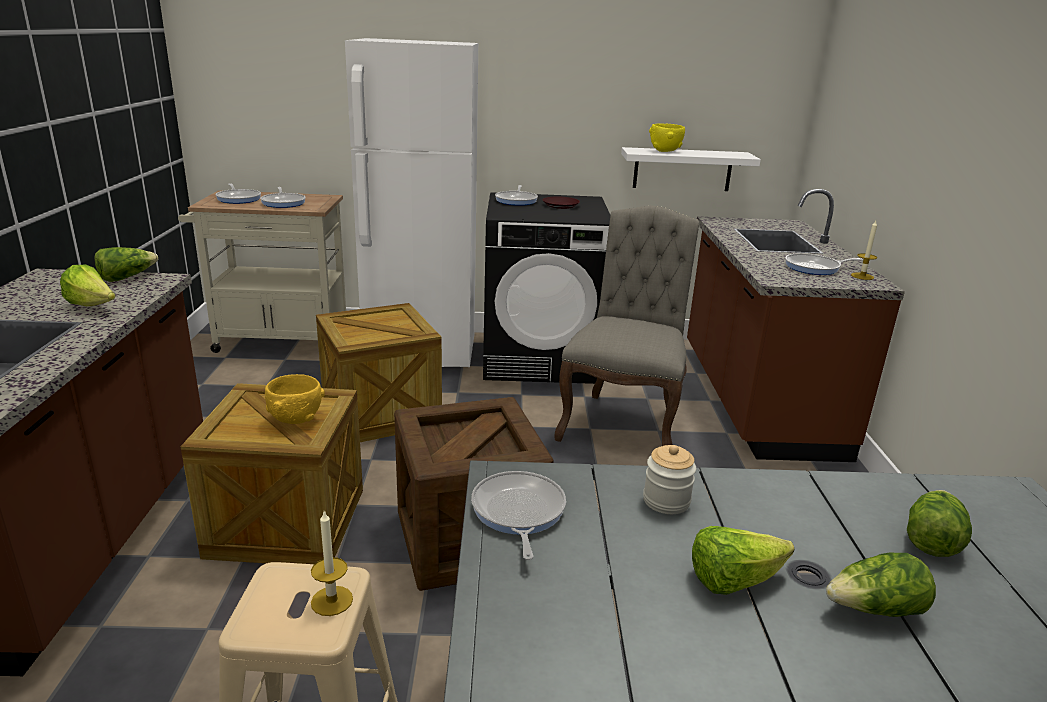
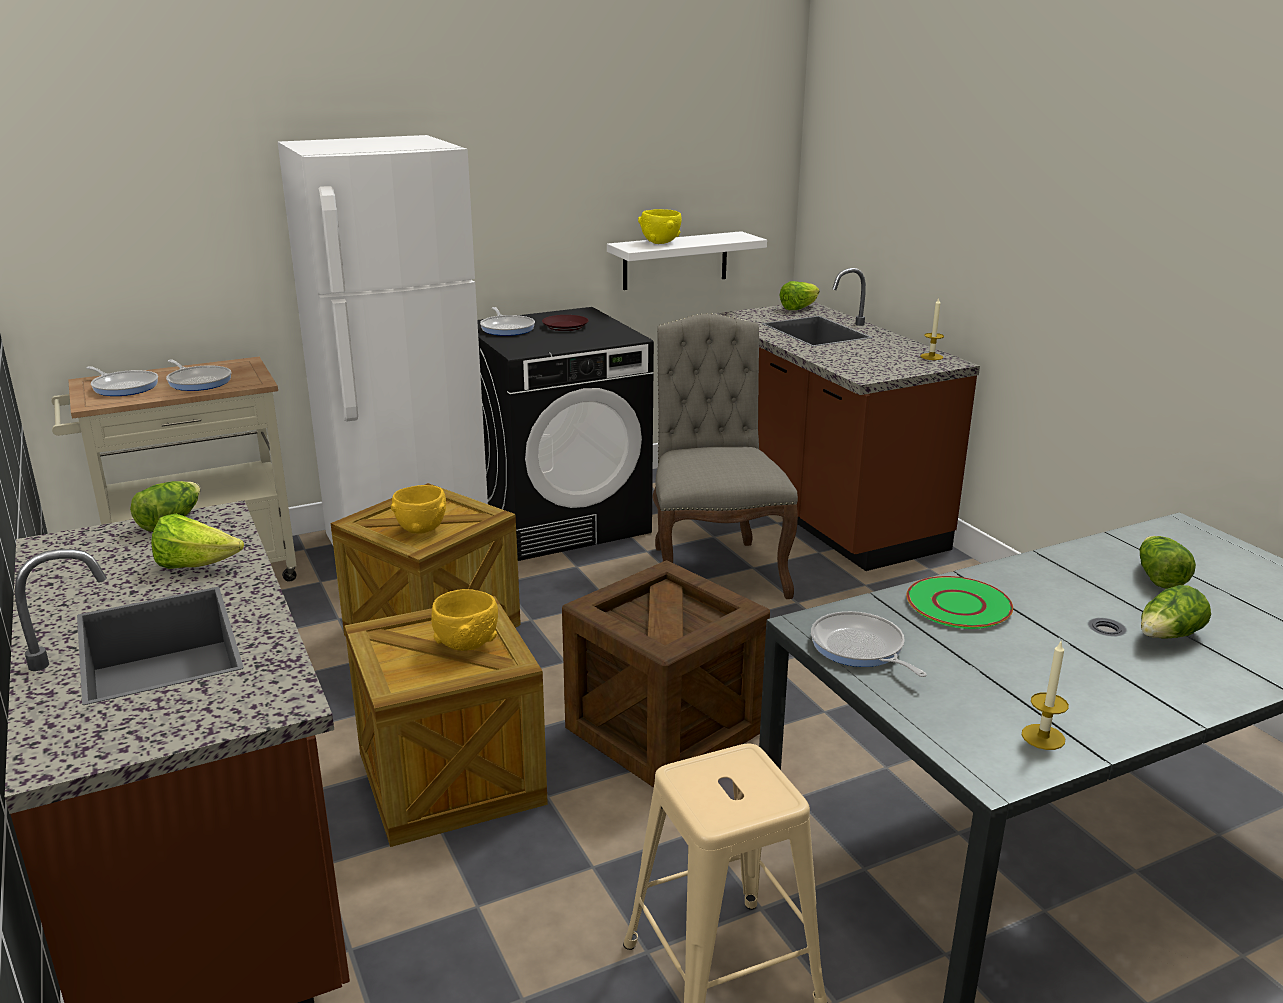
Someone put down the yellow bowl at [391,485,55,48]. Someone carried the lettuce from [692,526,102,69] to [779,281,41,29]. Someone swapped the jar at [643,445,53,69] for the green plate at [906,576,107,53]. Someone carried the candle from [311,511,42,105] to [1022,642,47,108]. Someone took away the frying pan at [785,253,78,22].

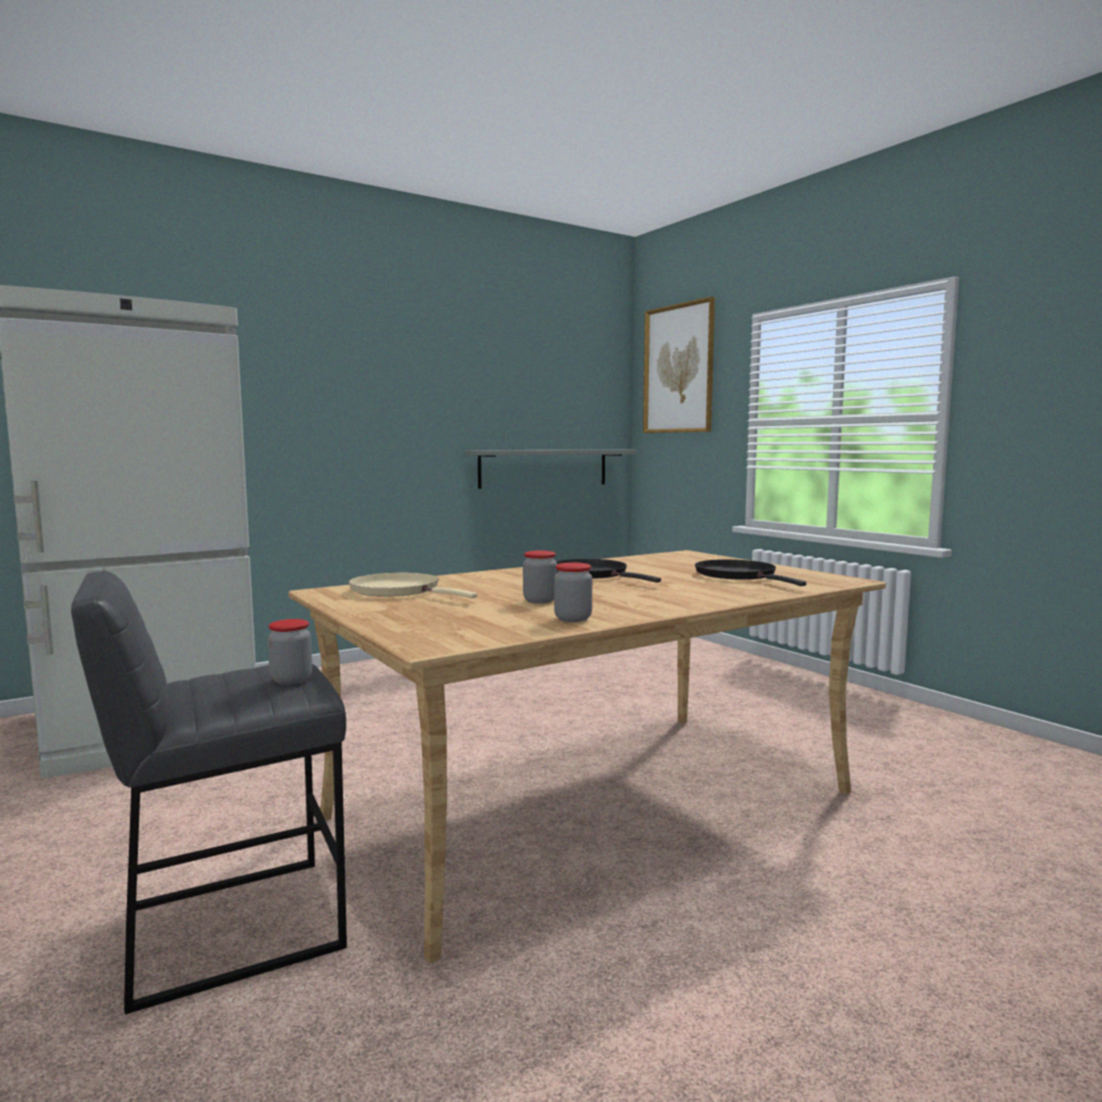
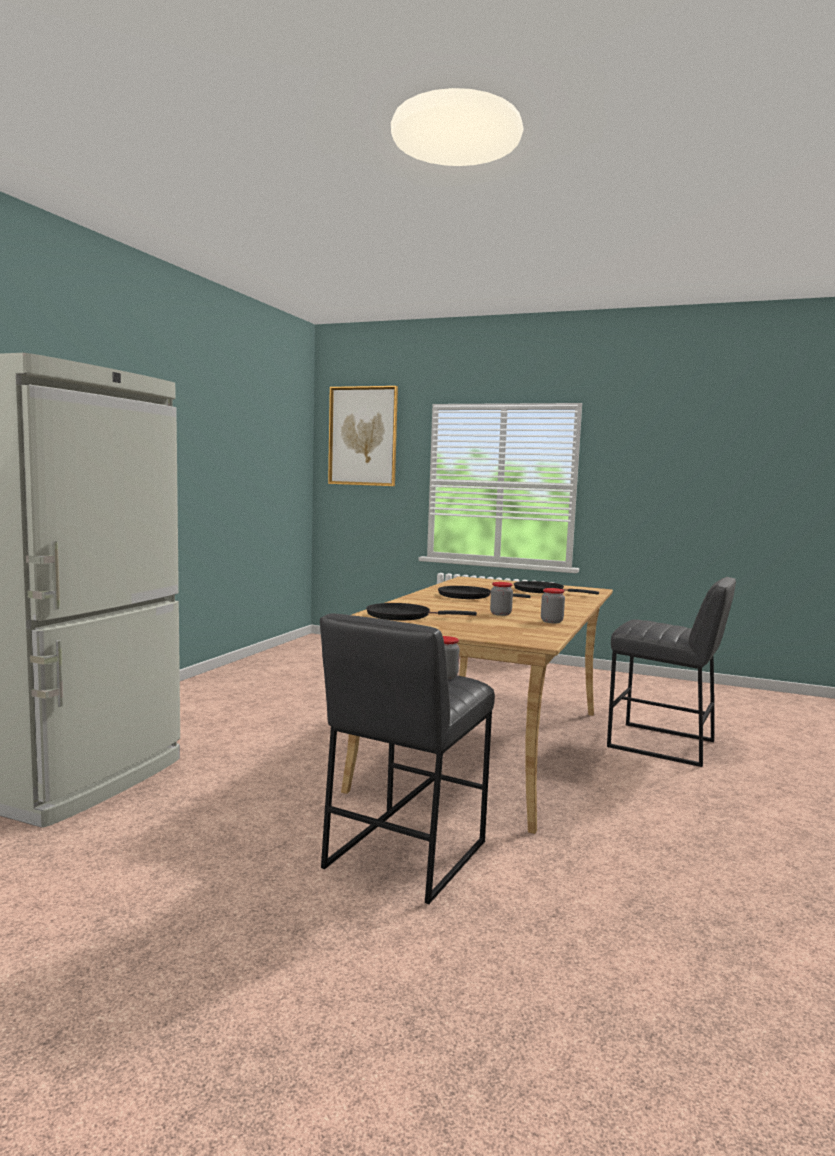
Someone repainted the beige frying pan at [348,573,129,25], which became the black frying pan at [366,603,111,17]. Someone put down the grey stool at [607,577,129,190]. Someone took away the grey shelf at [465,450,171,39].

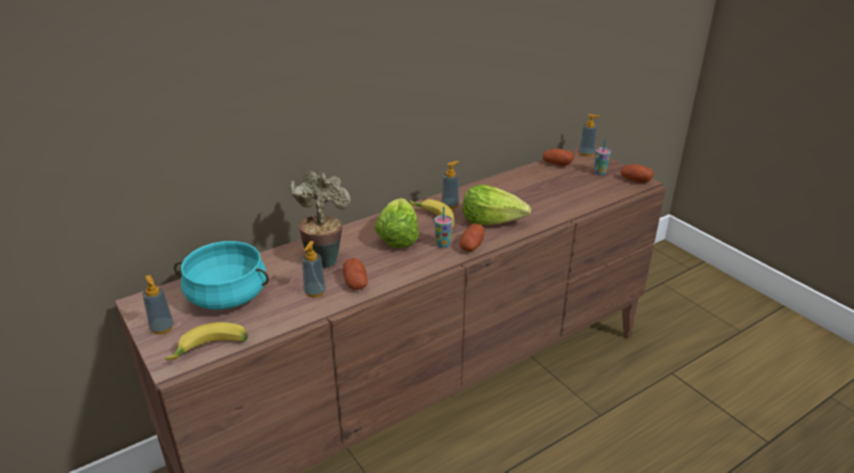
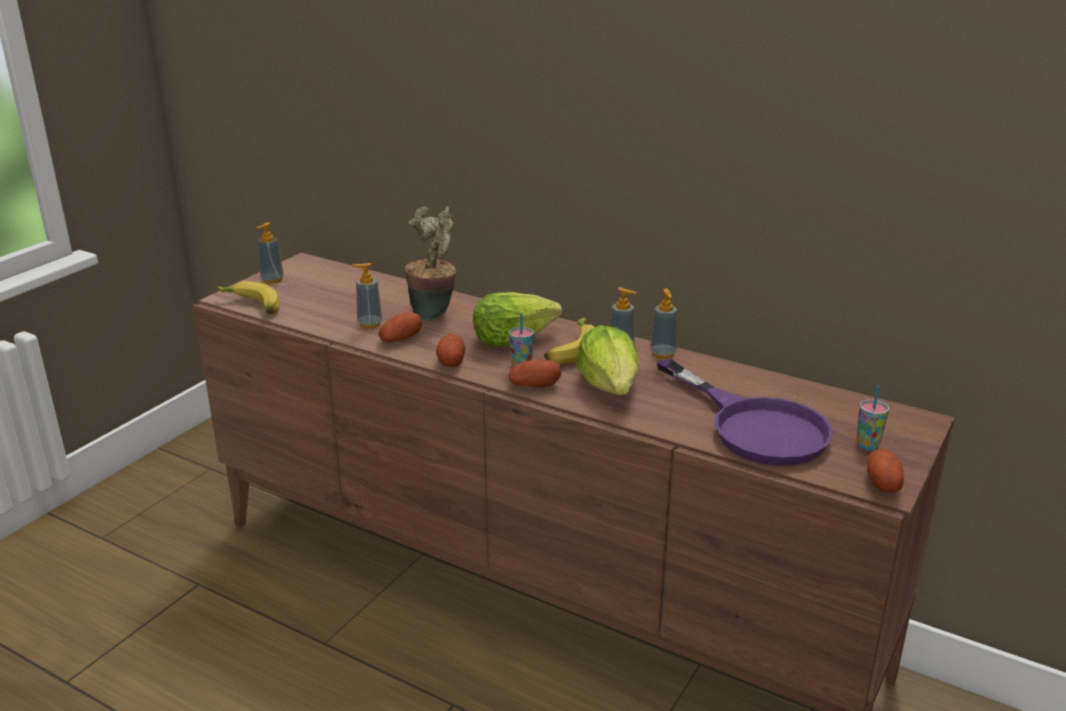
Someone carried the potato from [543,149,31,17] to [436,334,30,33]. Someone carried the soap dispenser from [579,114,21,42] to [650,288,27,71]. Someone put down the purple frying pan at [657,359,176,107]. Someone took away the turquoise cooking pot at [174,241,95,68].

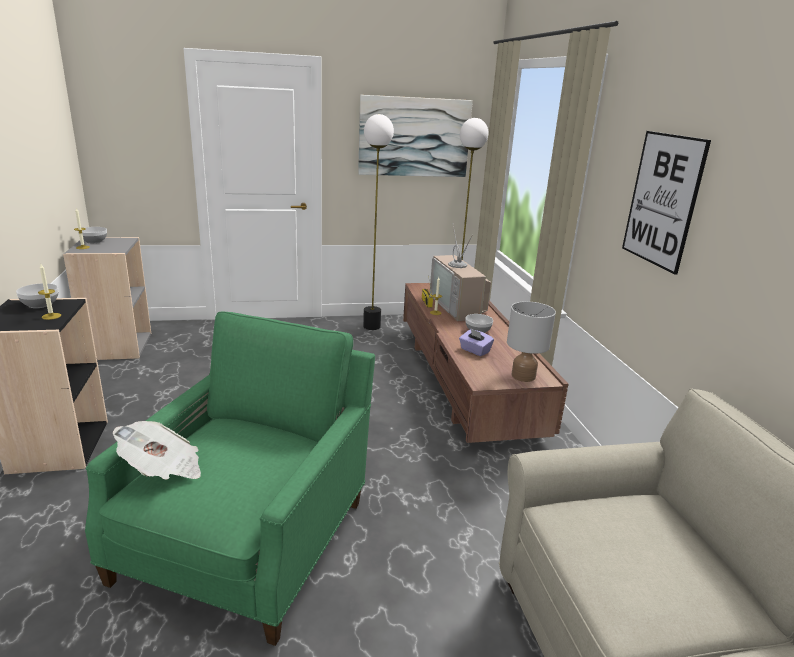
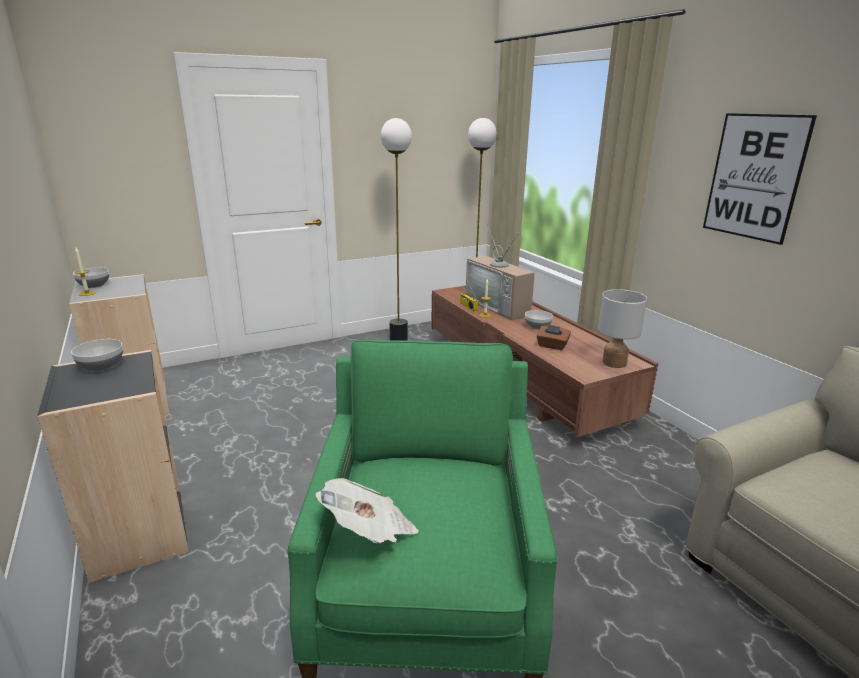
Someone repainted the purple tissue box at [459,328,35,28], which became the brown tissue box at [536,324,35,26]. Someone took away the candle at [38,264,23,56]. Someone took away the picture at [358,95,115,82].

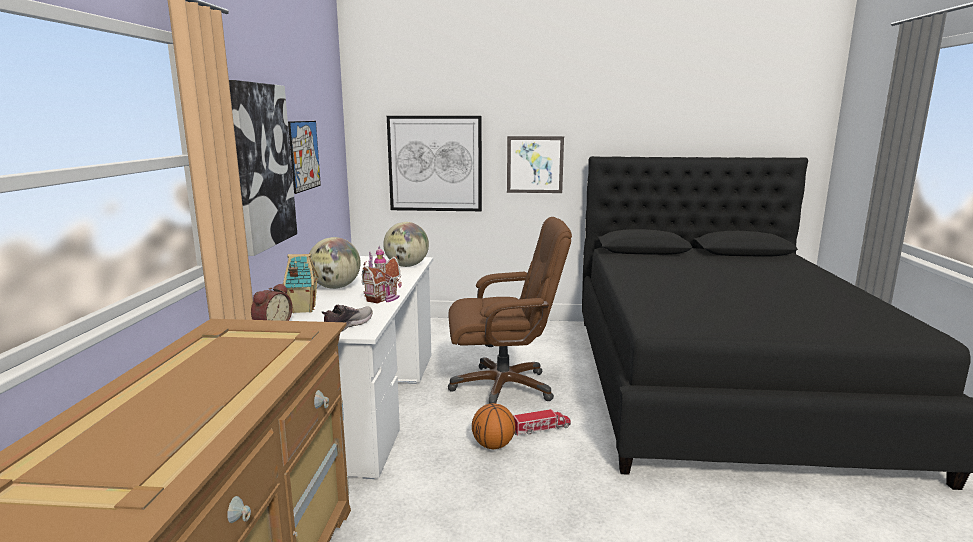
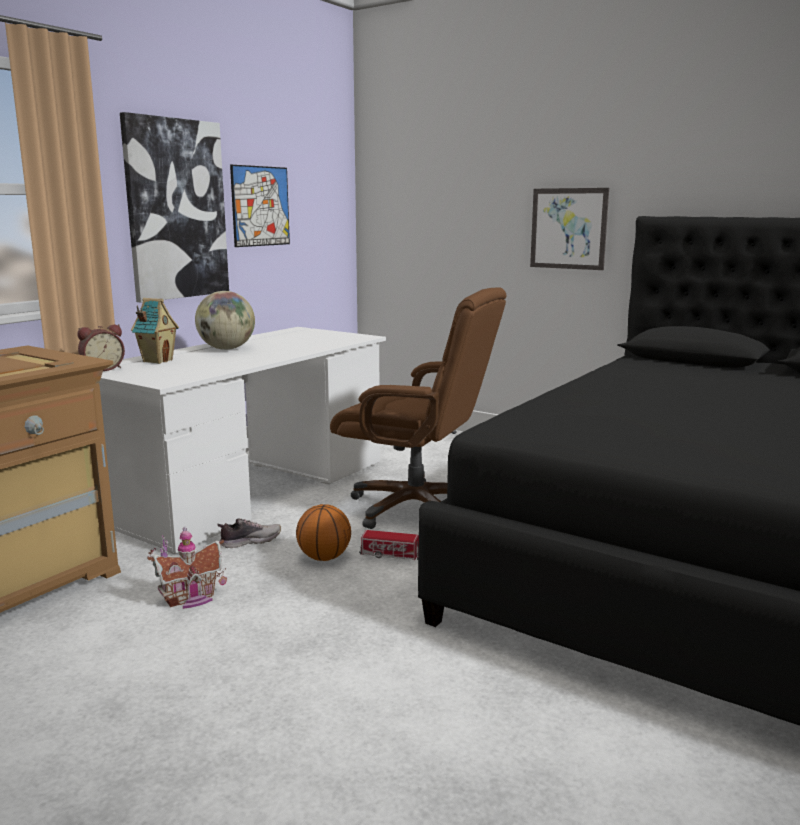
Someone carried the toy house from [362,246,40,58] to [147,526,80,83]. Someone carried the shoe from [322,305,51,27] to [217,518,64,30]. Someone took away the globe at [383,222,46,45]. Someone took away the picture at [387,116,95,95].

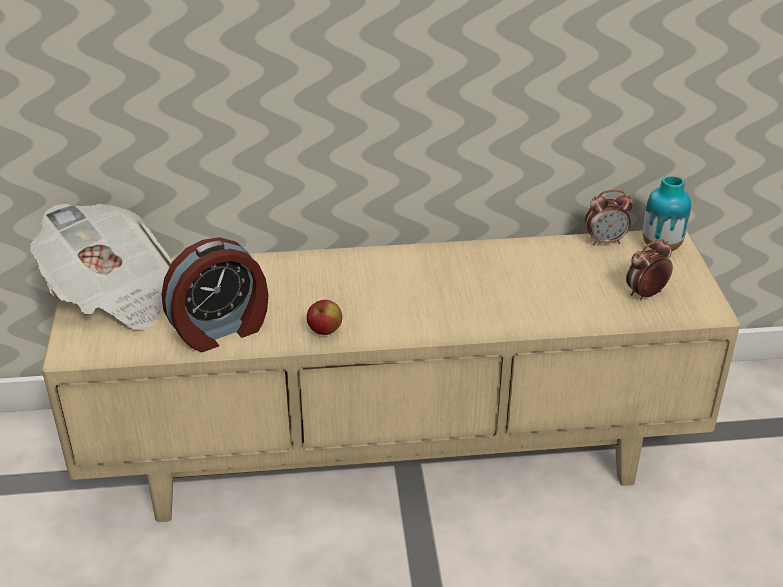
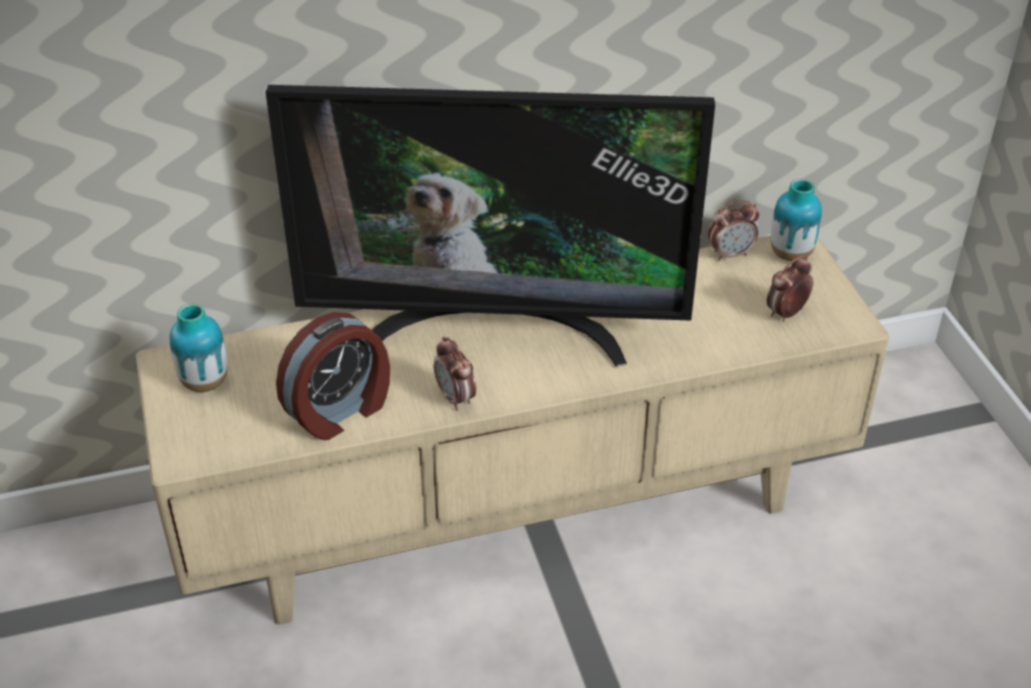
Someone swapped the newspaper at [30,203,142,127] for the vase at [170,304,58,88]. Someone put down the television at [266,85,449,282]. Someone swapped the apple at [307,300,35,35] for the alarm clock at [434,337,42,74].

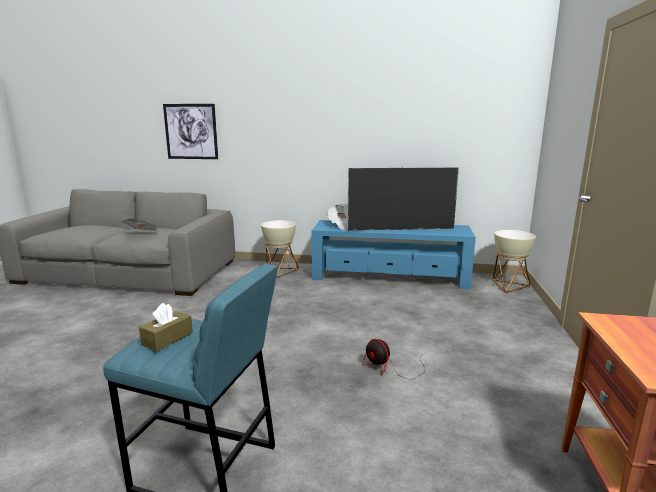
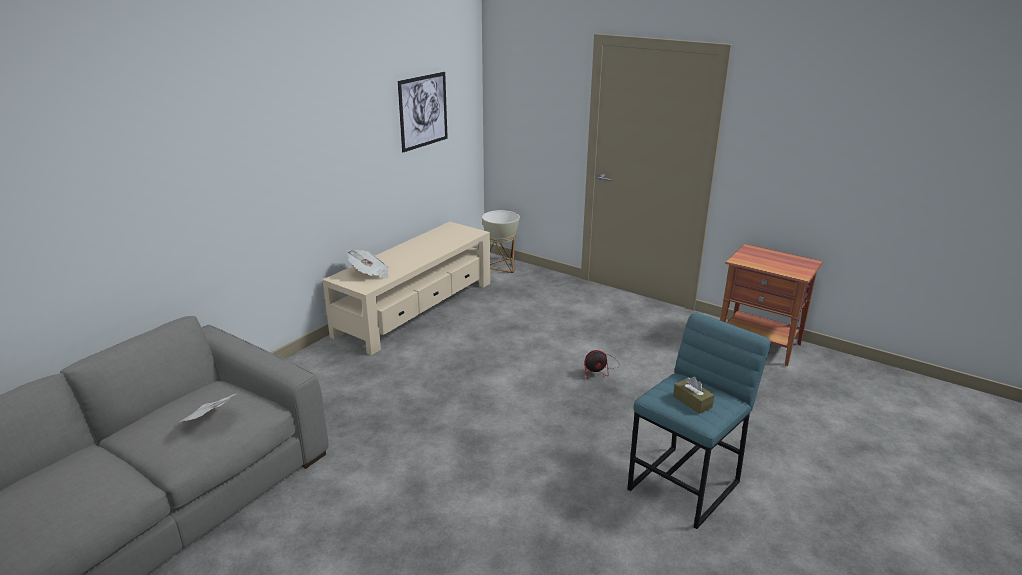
Someone repainted the blue tv stand at [312,220,164,69], which became the beige tv stand at [323,222,167,133]. Someone carried the picture from [163,104,55,55] to [398,72,50,80]. Someone took away the planter at [261,220,38,58]. Someone took away the television at [347,166,112,65].

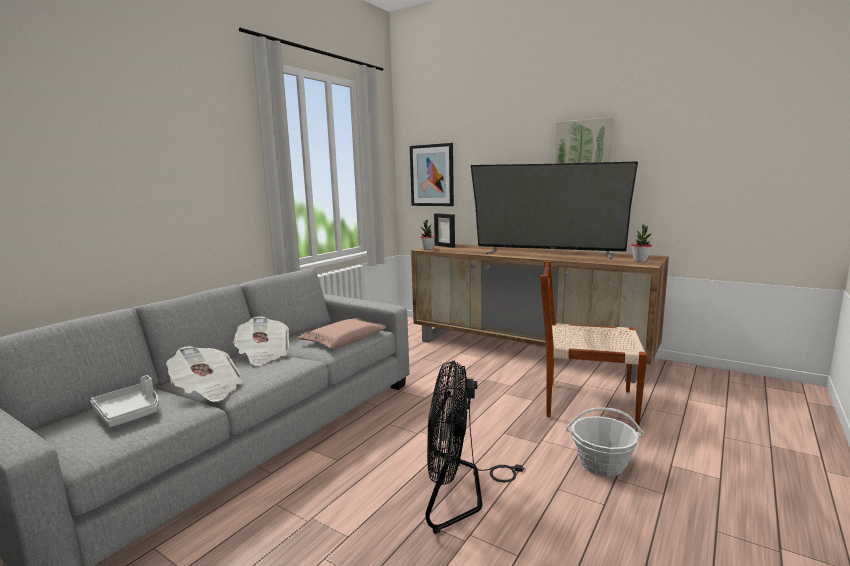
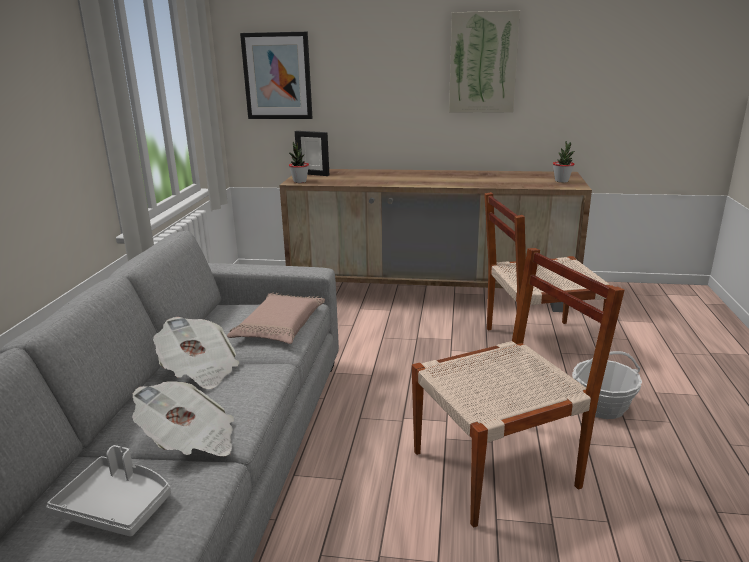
Someone swapped the black fan at [425,360,100,174] for the chair at [412,248,212,279]. Someone took away the television at [471,161,167,98].

